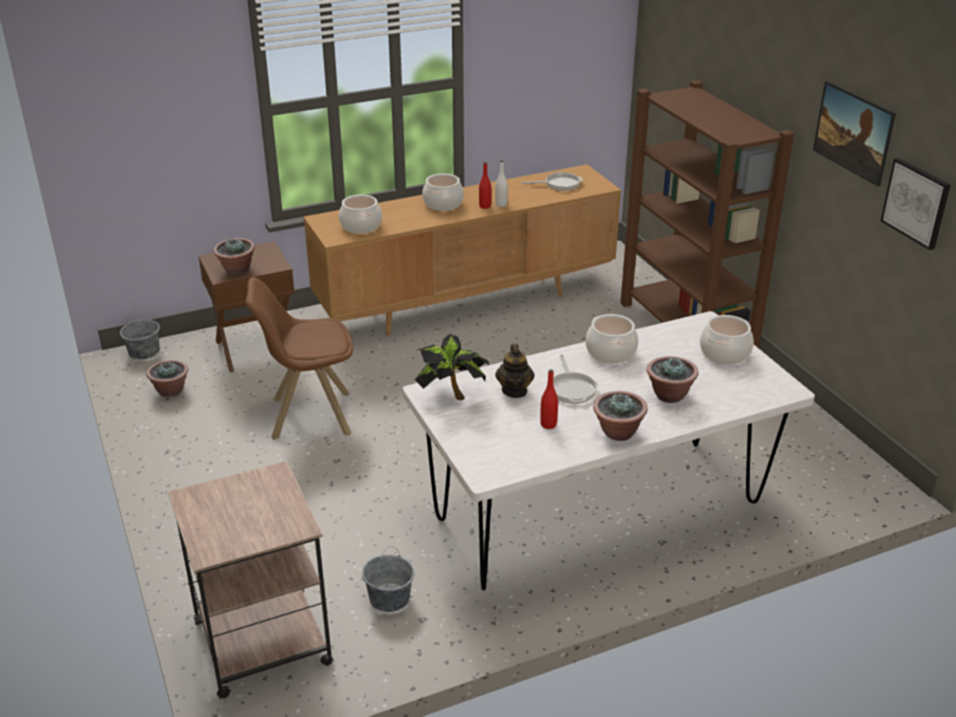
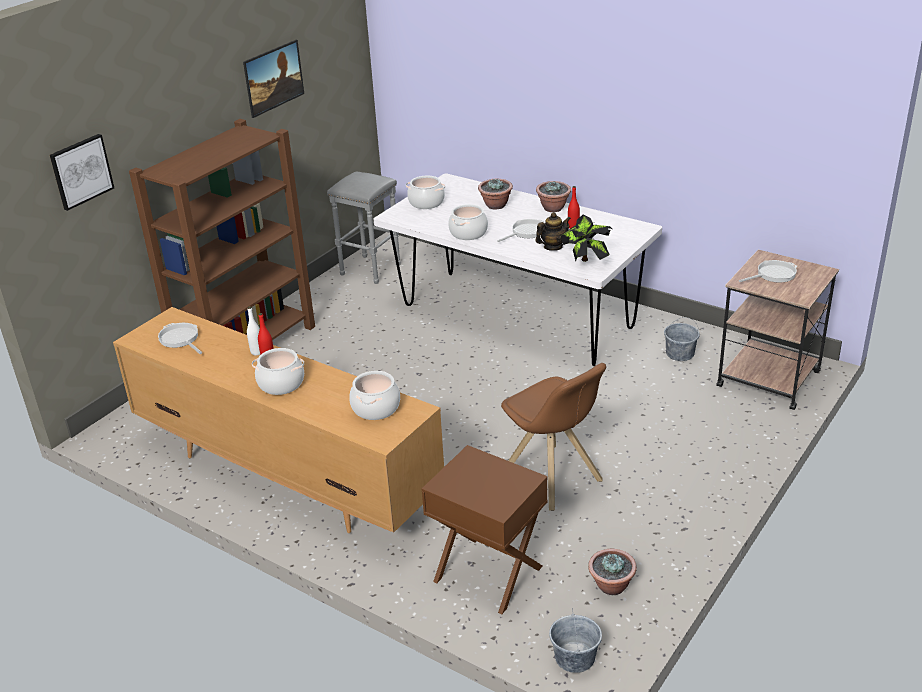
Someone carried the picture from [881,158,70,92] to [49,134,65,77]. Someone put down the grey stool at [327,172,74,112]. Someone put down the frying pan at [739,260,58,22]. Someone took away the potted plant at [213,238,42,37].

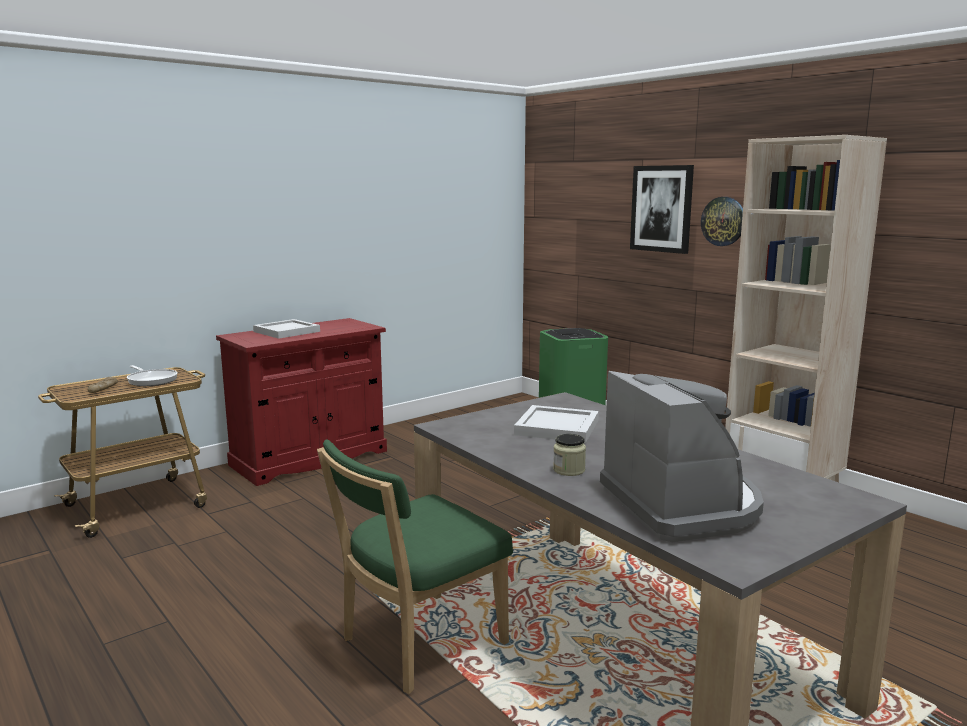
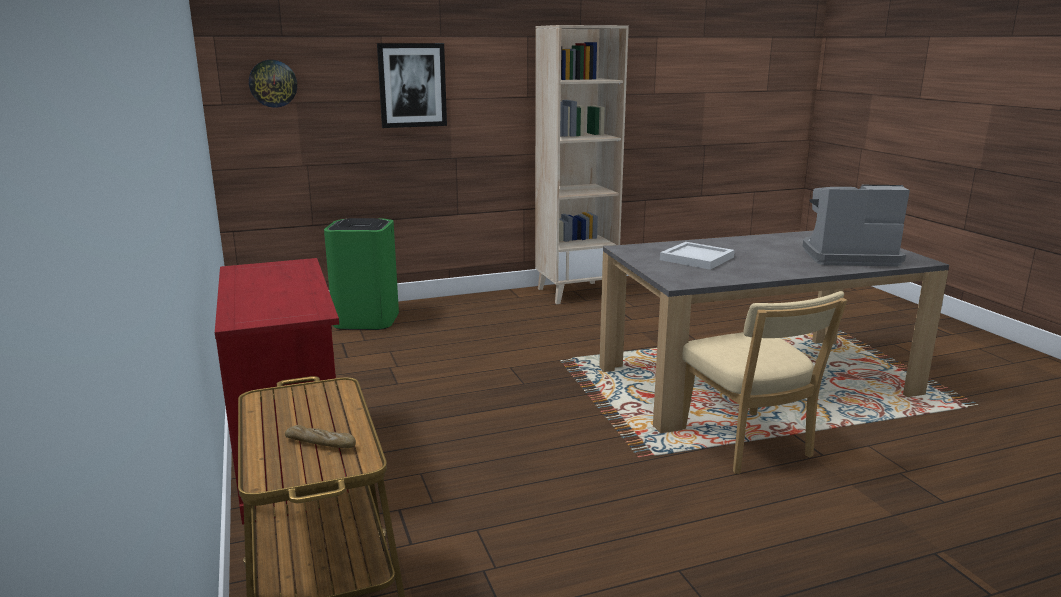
Someone carried the wall clock from [701,197,42,49] to [249,60,48,48]. Someone repainted the green chair at [317,440,196,254], which became the beige chair at [682,291,165,183]. Someone took away the frying pan at [127,365,51,21]. Someone took away the white tray at [253,319,67,20]. Someone took away the jar at [553,434,33,42].

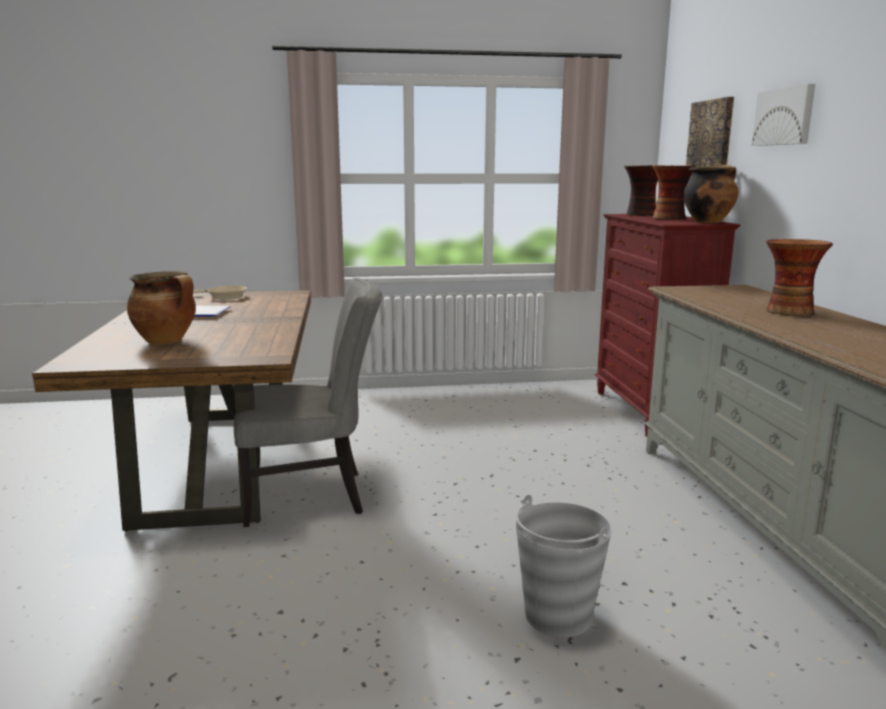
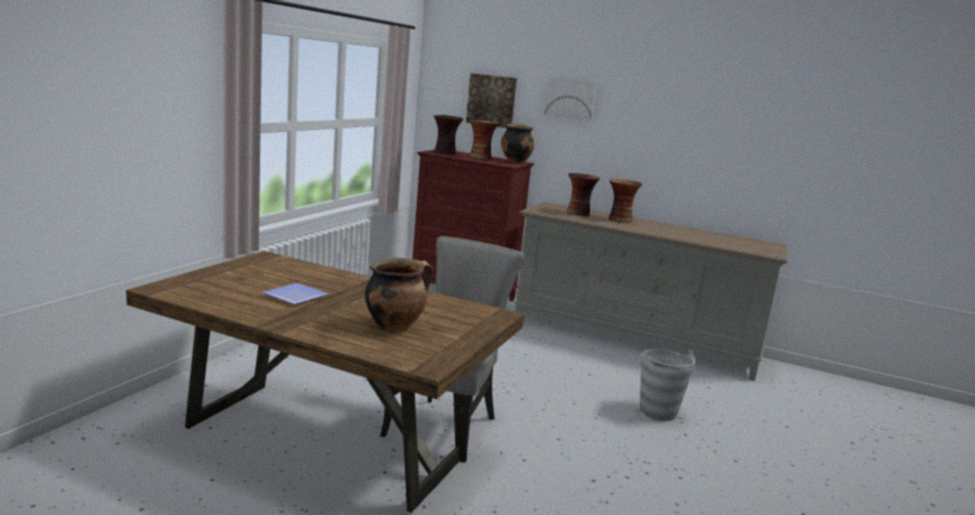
Someone put down the vase at [567,173,33,43]. Someone took away the beige frying pan at [193,286,54,14].

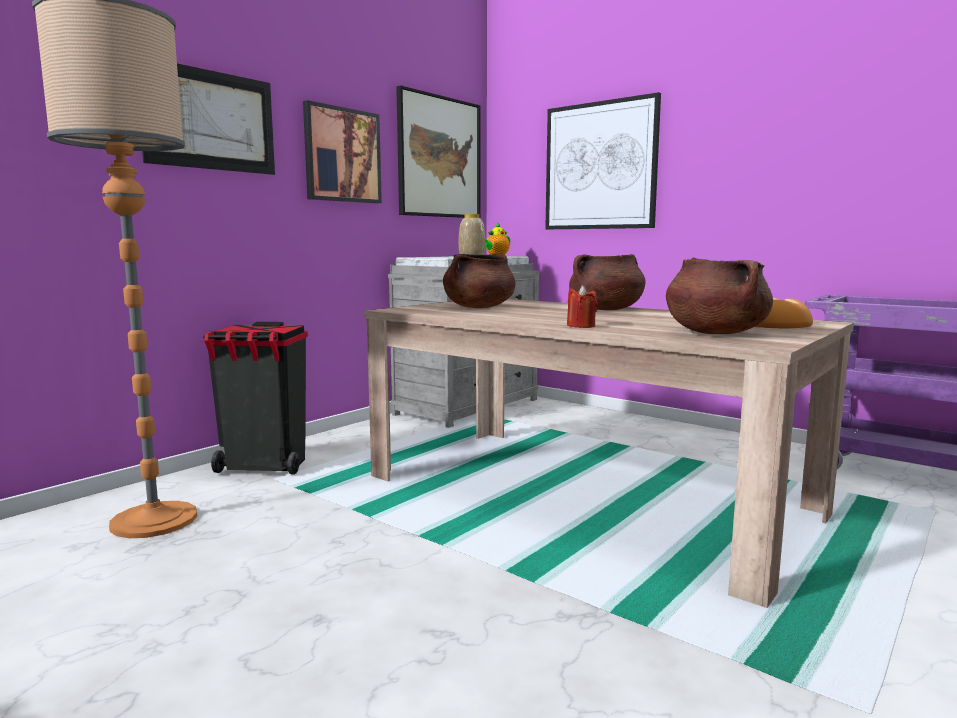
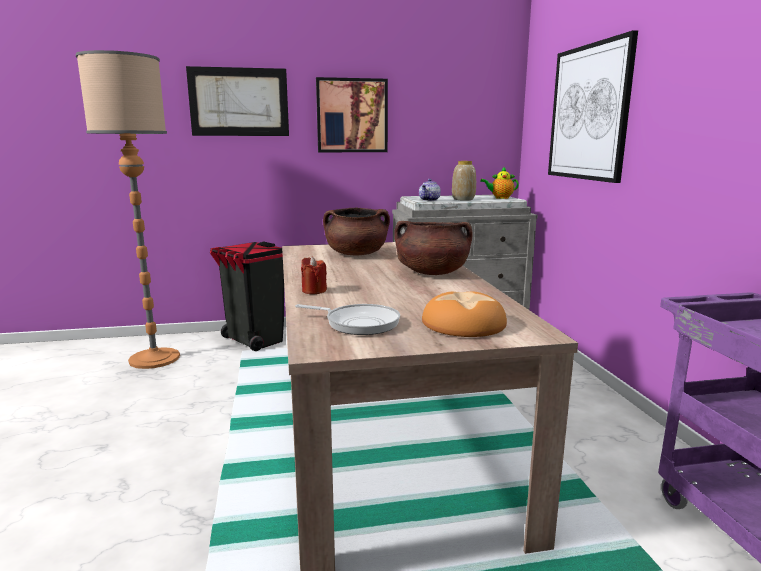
Someone swapped the brown cooking pot at [666,257,107,77] for the frying pan at [295,304,105,31]. Someone put down the teapot at [419,179,22,22]. Someone took away the picture at [396,85,85,133].

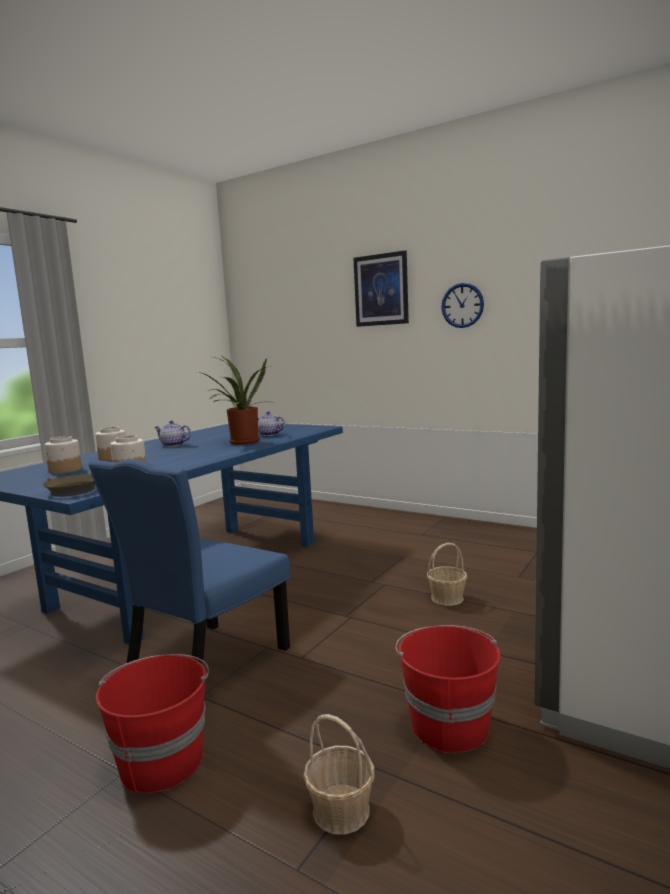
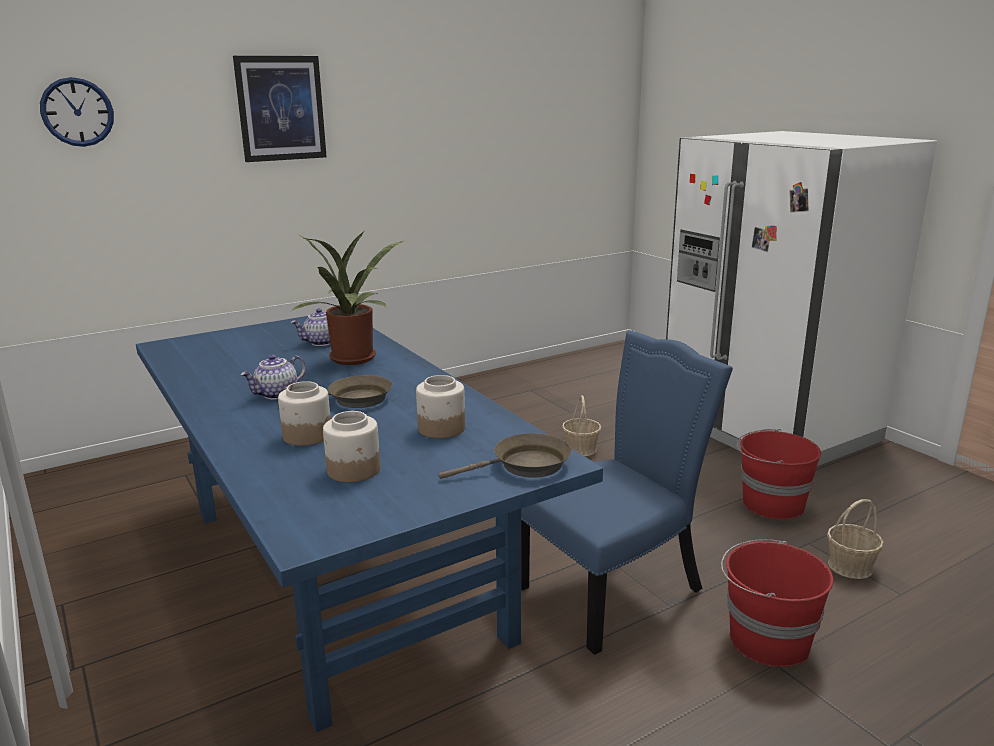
Someone carried the wall clock from [441,283,43,45] to [40,77,74,70]. Someone put down the brown frying pan at [278,375,114,33]. Someone rotated the blue chair at [89,459,202,206] by 90 degrees counterclockwise.

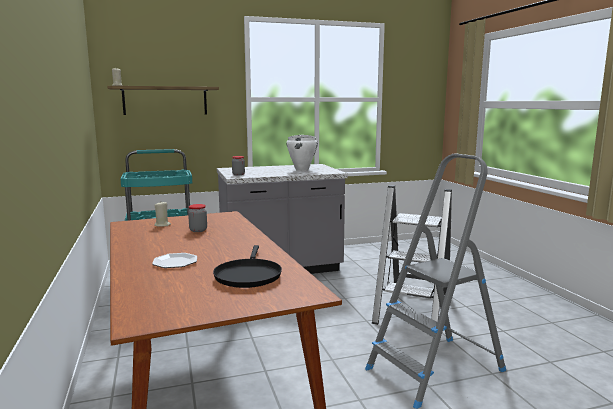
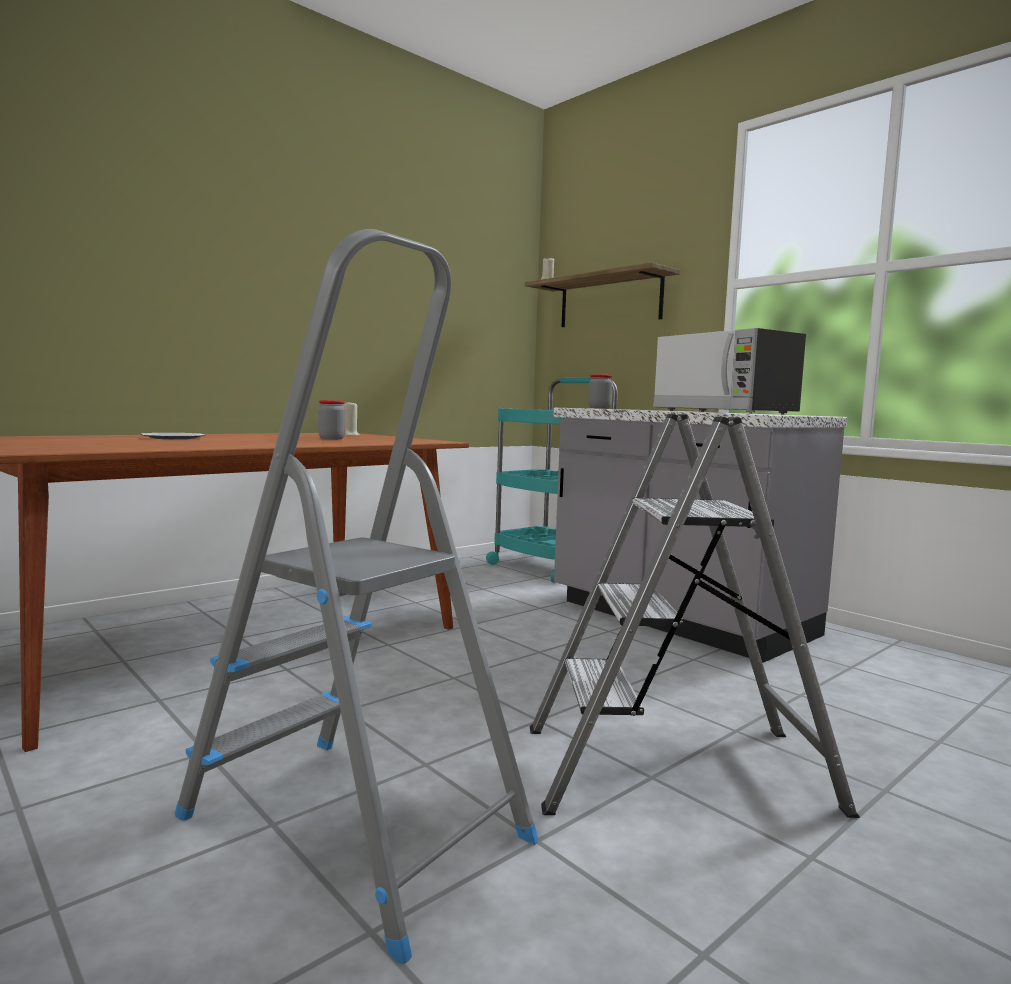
Someone swapped the white cooking pot at [286,135,32,36] for the microwave at [653,328,153,87]. Someone took away the black frying pan at [213,245,69,43].

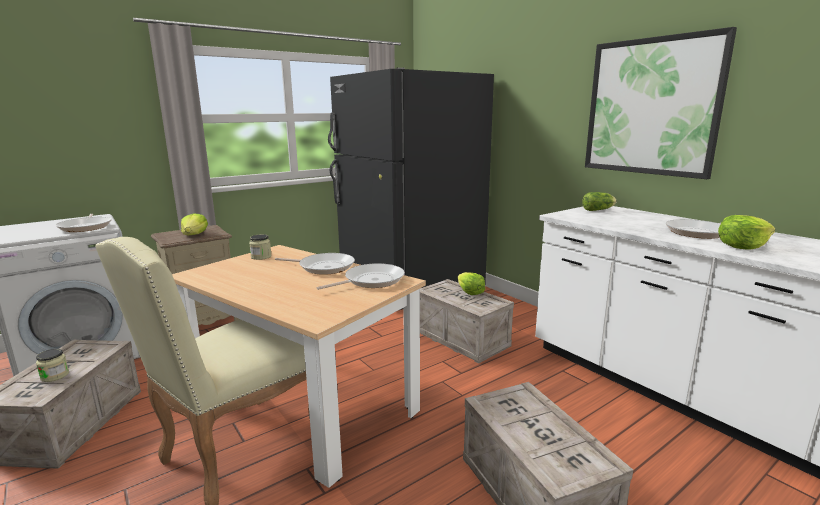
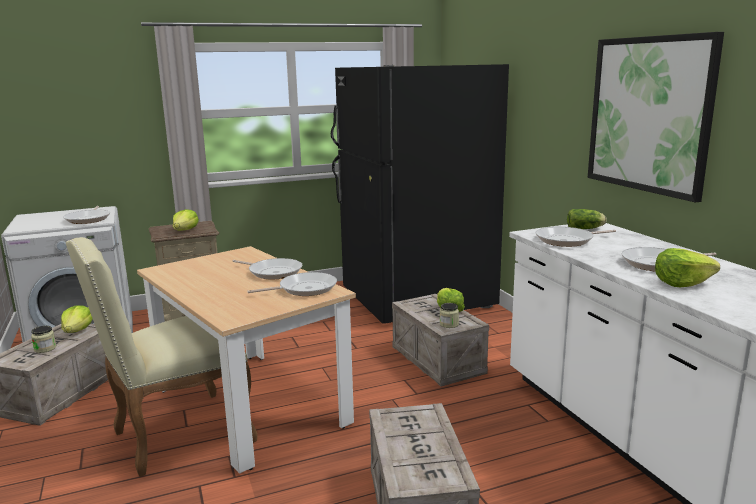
Someone put down the lettuce at [61,305,31,28]. Someone carried the jar from [249,234,23,26] to [440,303,19,25]. Someone put down the frying pan at [535,227,81,20].

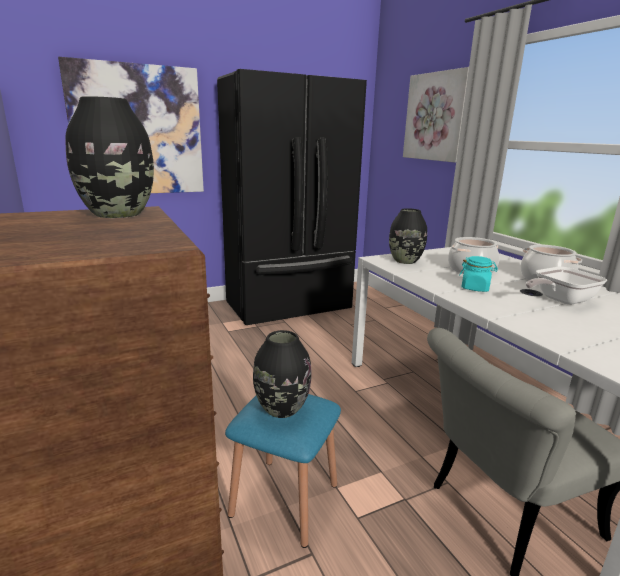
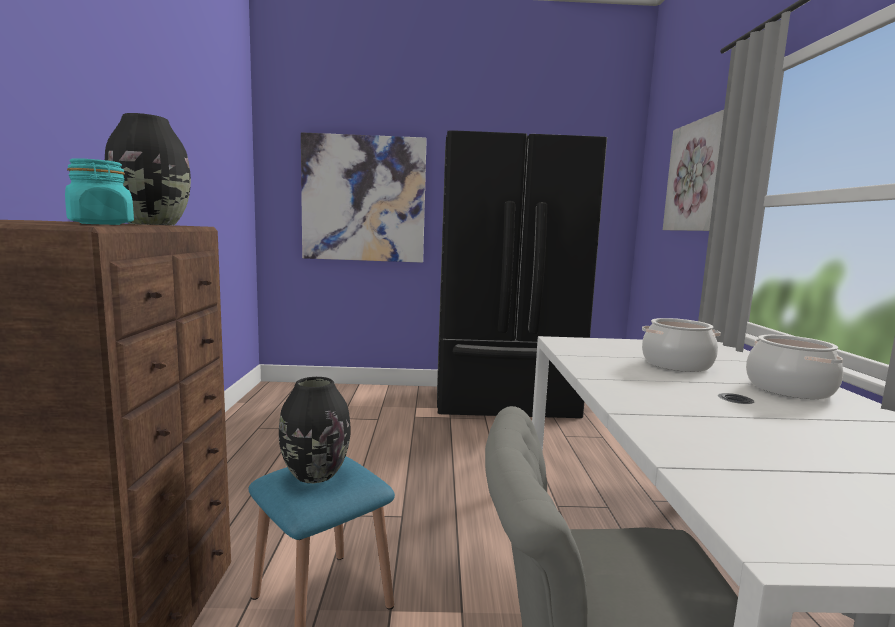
Someone carried the turquoise jar from [459,256,39,36] to [65,158,69,67]. Someone took away the black vase at [389,208,38,56]. Someone took away the frying pan at [526,267,81,38].

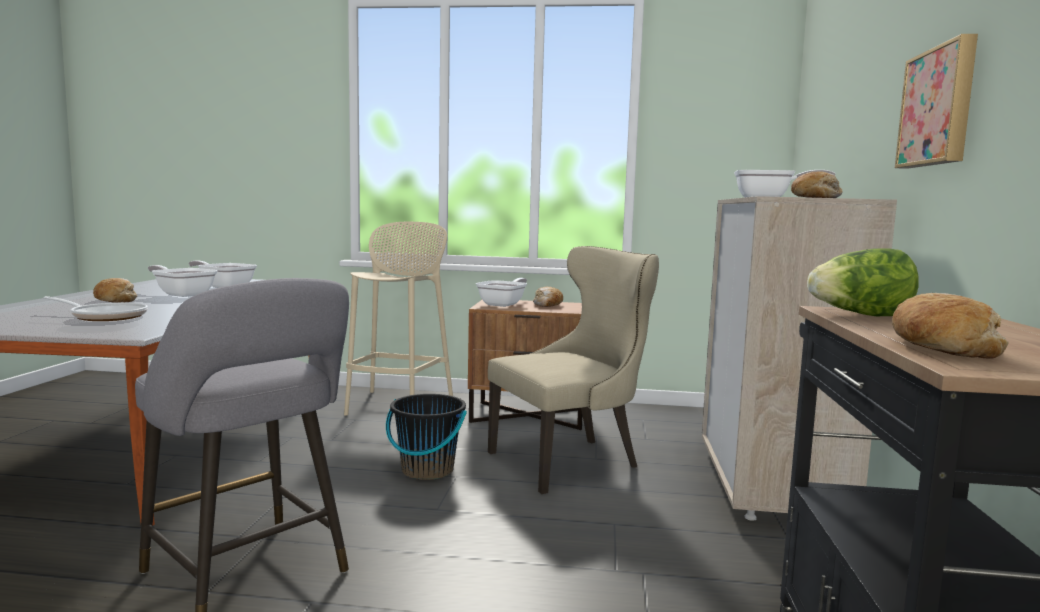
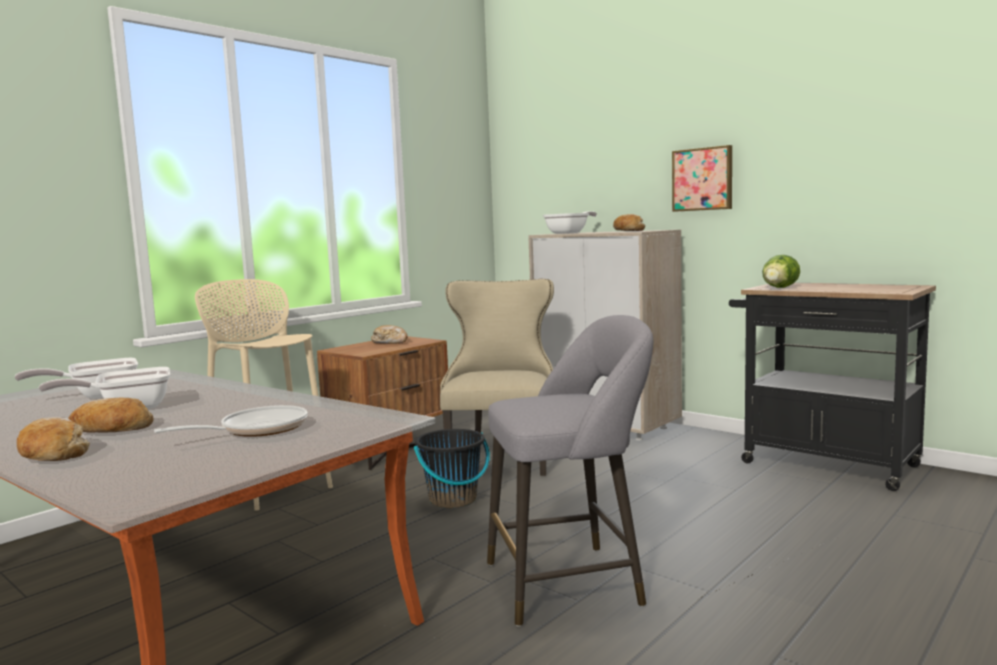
Someone carried the bread from [892,293,117,66] to [17,417,73,44]. Someone took away the frying pan at [476,278,51,29].

